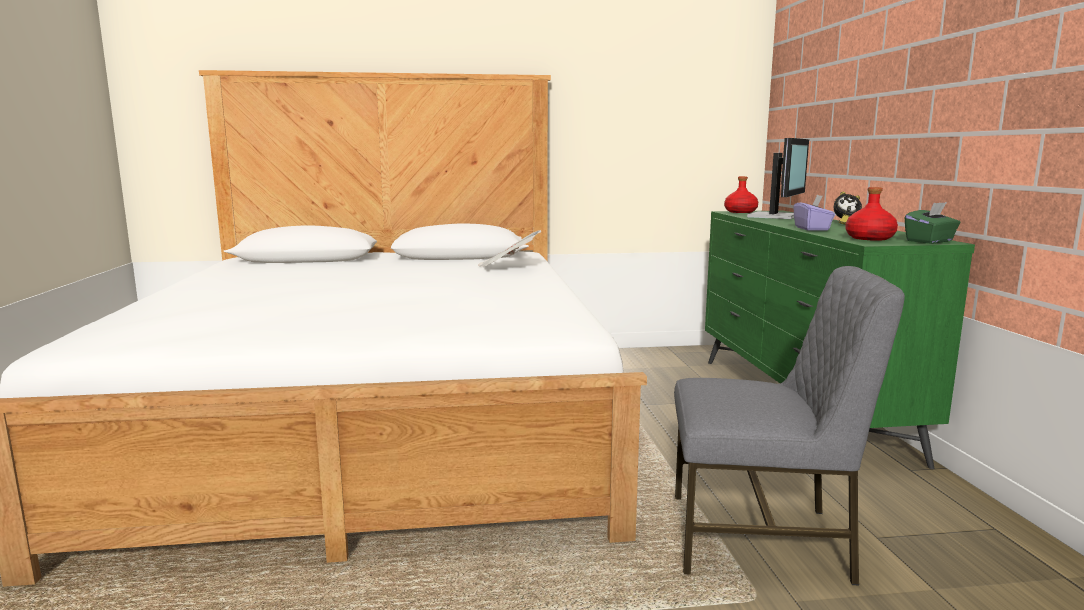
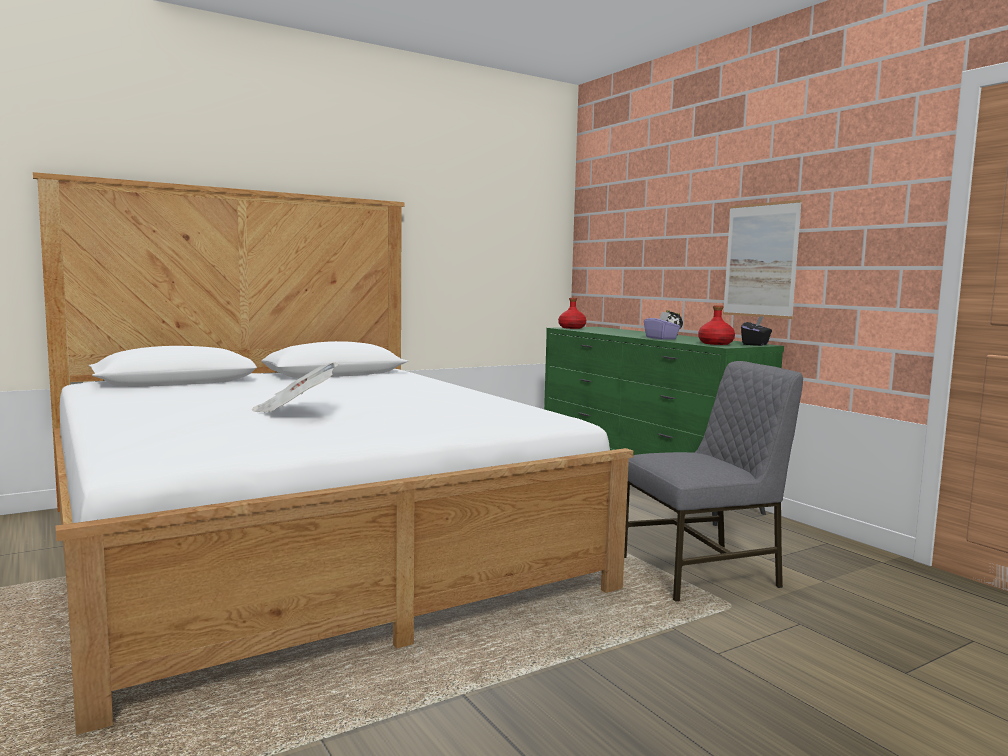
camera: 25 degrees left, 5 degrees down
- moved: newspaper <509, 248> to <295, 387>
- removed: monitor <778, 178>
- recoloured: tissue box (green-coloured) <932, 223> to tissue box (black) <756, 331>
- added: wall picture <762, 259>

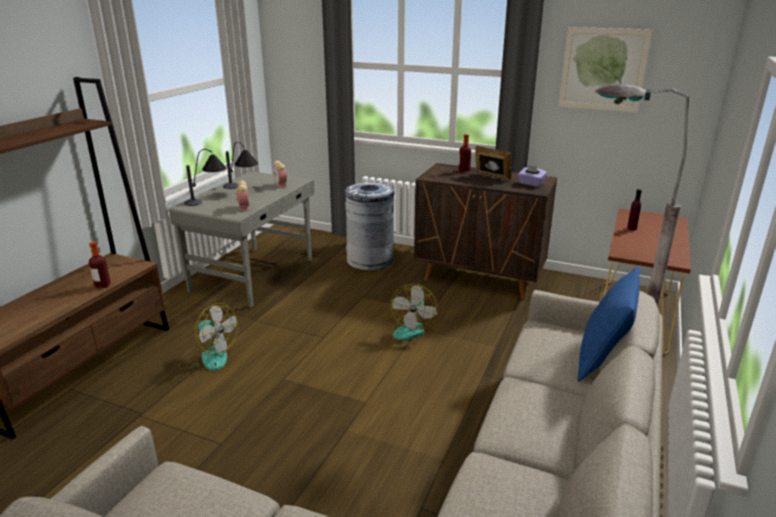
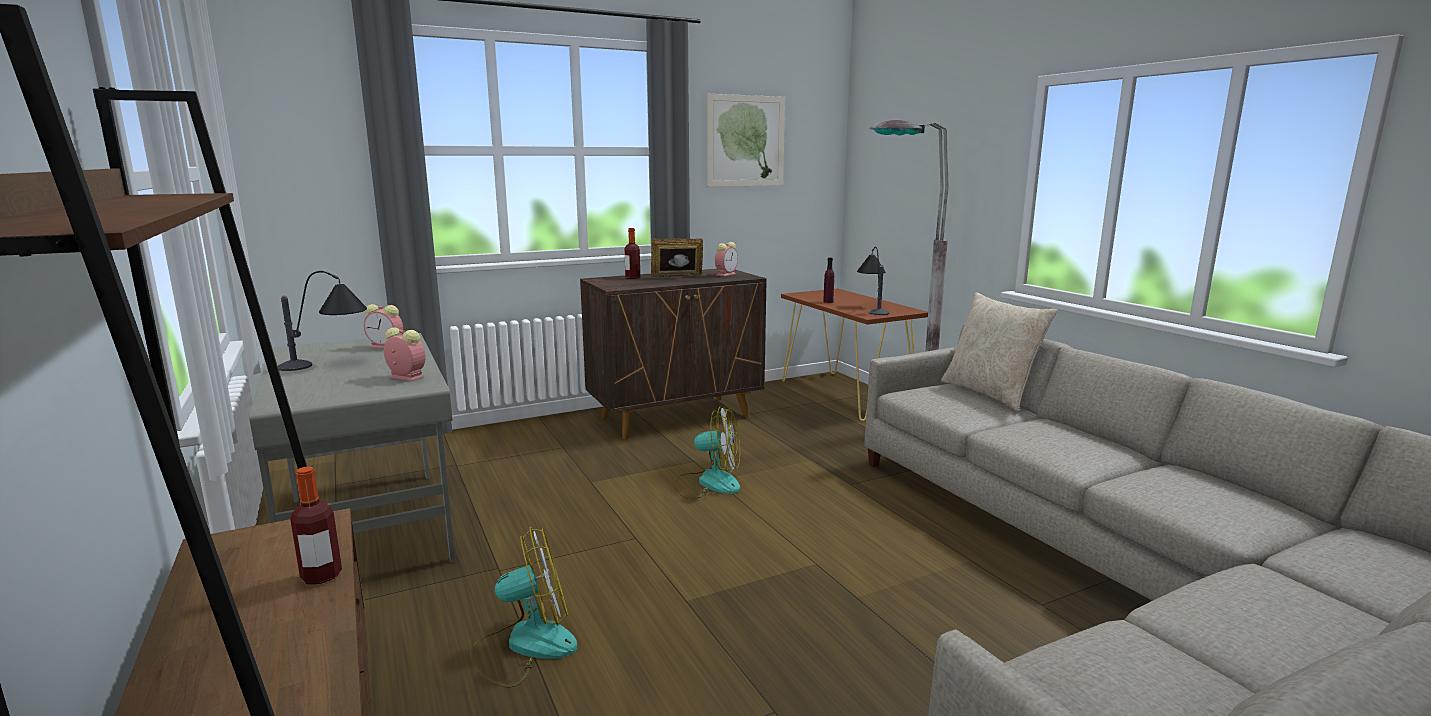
camera: 50 degrees left, 10 degrees down
- moved: lamp for a table <205, 177> to <873, 281>
- removed: rubbish bin (greyish) <370, 226>
- turned: fan <412, 312> = <707, 452> 45 degrees counterclockwise
- replaced: tissue box (purple-coloured) <532, 176> to bedside clock <726, 259>
- recoloured: throw pillow (blue-coloured) <609, 323> to throw pillow (beige-coloured) <999, 351>

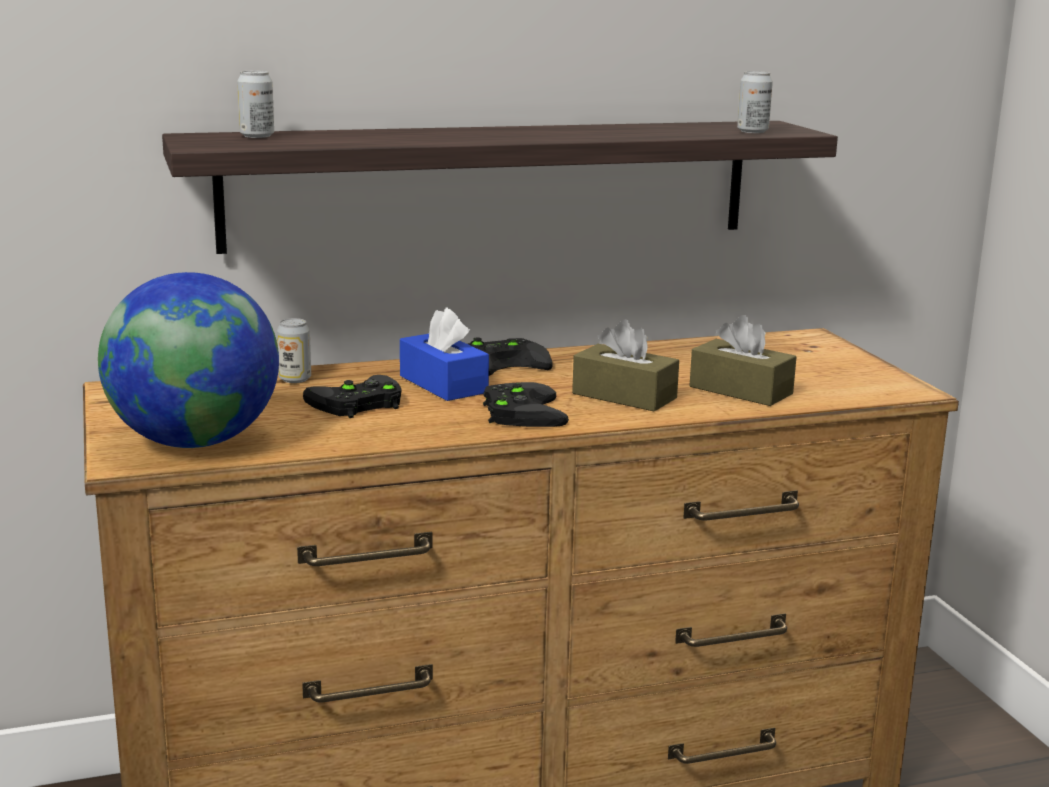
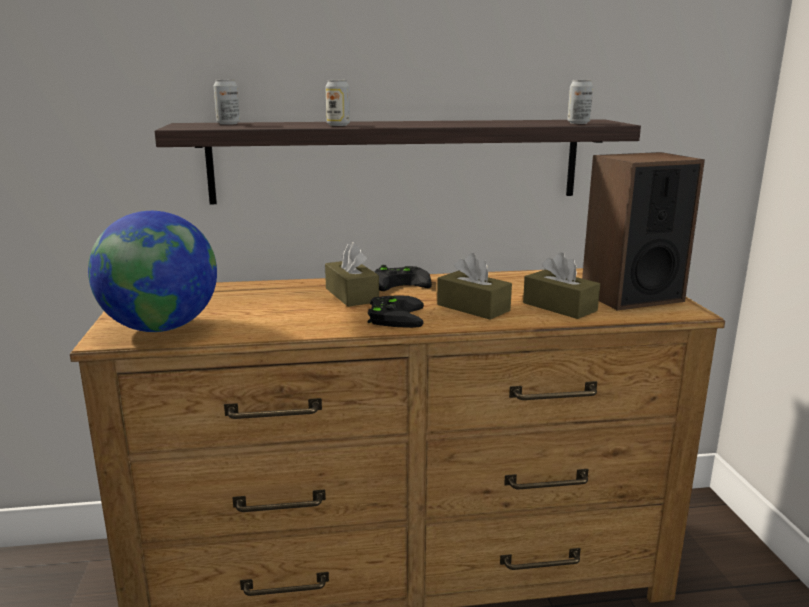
camera: 10 degrees right, 0 degrees up
- moved: sealed can <294, 350> to <337, 103>
- removed: gamepad (black) <352, 396>
- recoloured: tissue box (blue-coloured) <444, 354> to tissue box (brown) <352, 275>
- added: loudspeaker <643, 231>

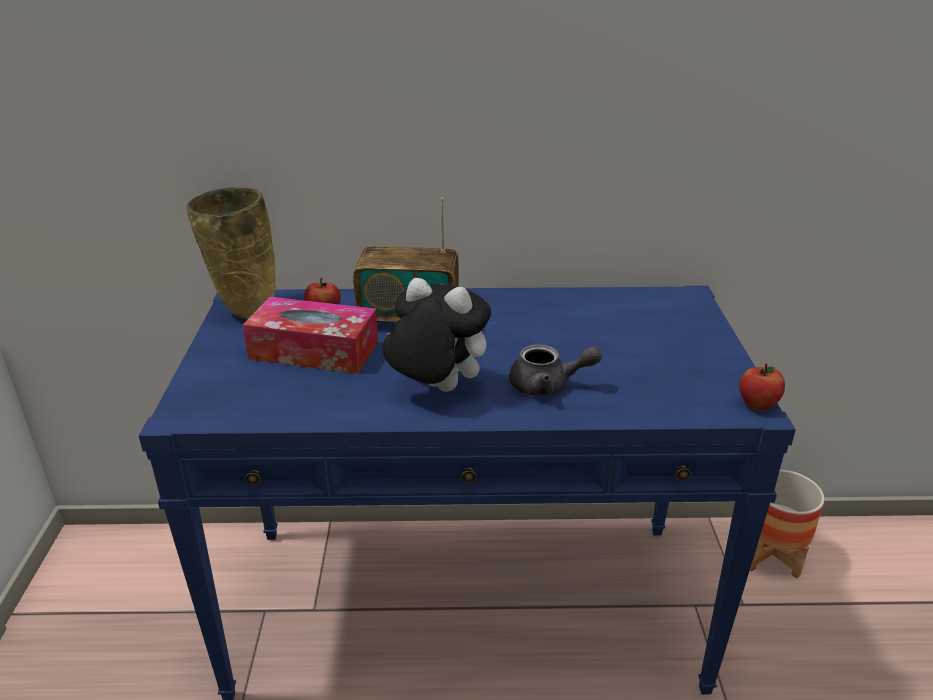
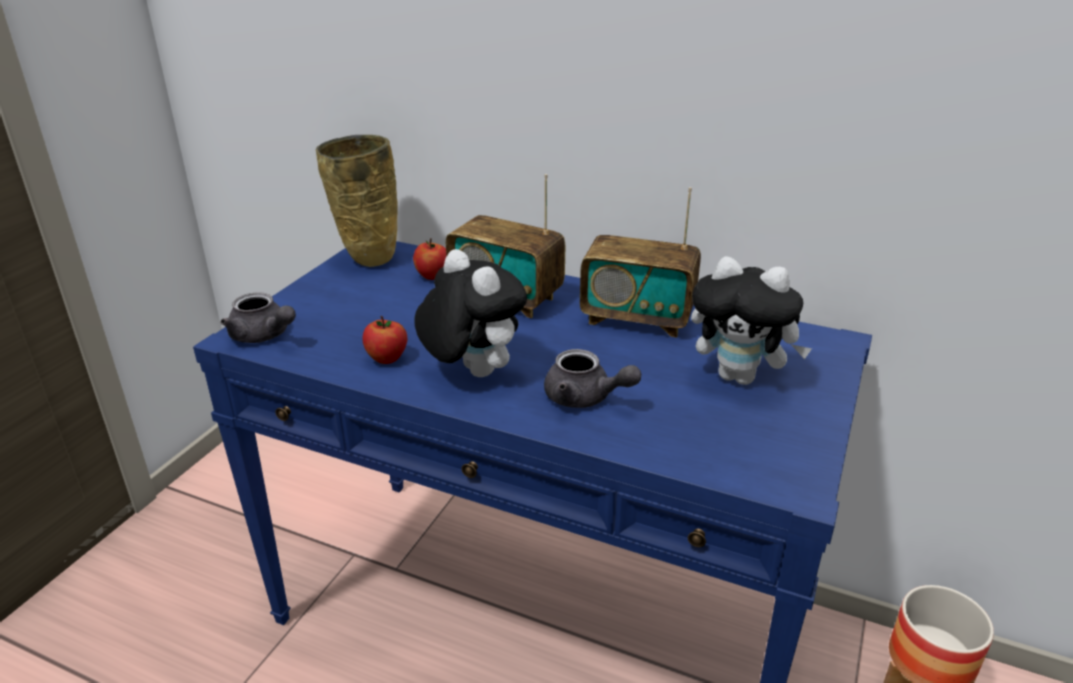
camera: 25 degrees right, 0 degrees up
- removed: tissue box <310, 335>
- moved: apple fruit <762, 387> to <385, 340>
- added: pot for tea (greyish) <258, 317>
- added: radio set <640, 262>
- added: cuddly toy <751, 320>

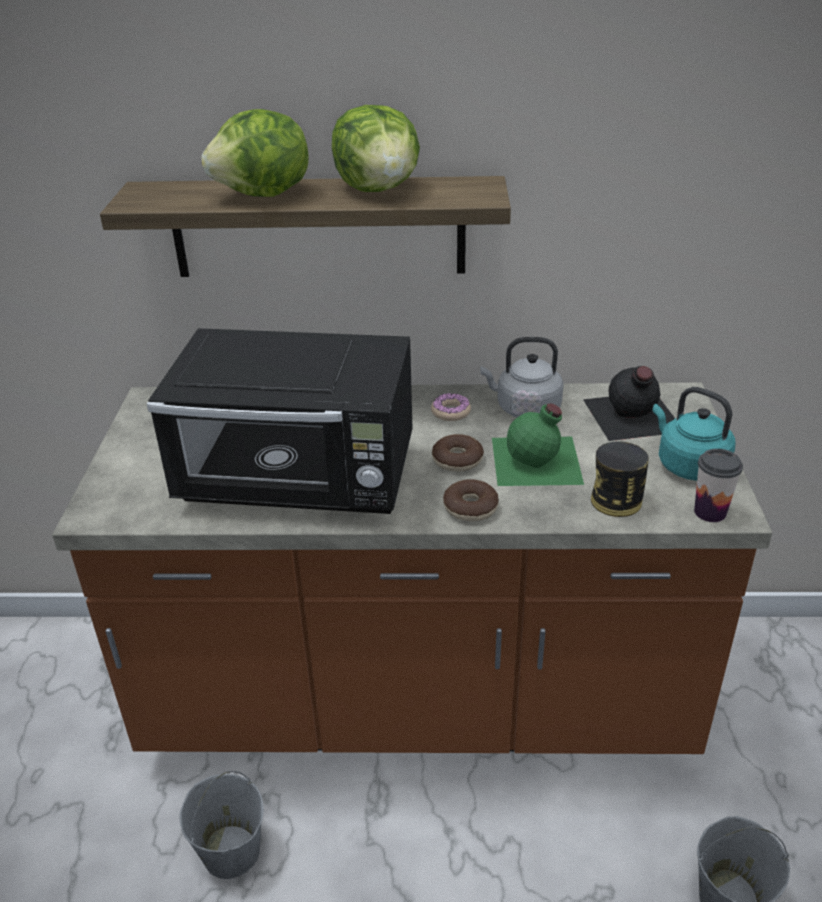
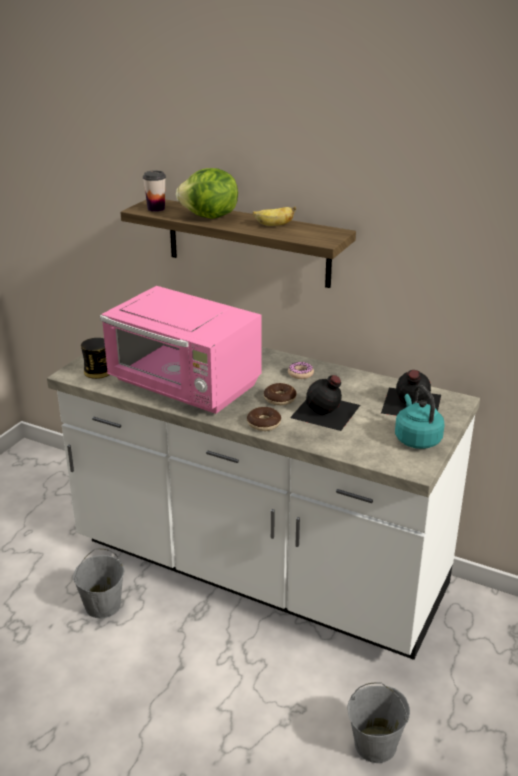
camera: 25 degrees right, 5 degrees down
- recoloured: kitchen base unit (brown) <412, 568> to kitchen base unit (white-coloured) <263, 503>
- recoloured: microwave oven (black) <279, 421> to microwave oven (pink-coloured) <181, 350>
- replaced: head of lettuce <376, 148> to whole banana <274, 216>
- removed: water kettle (greyish) <522, 377>
- recoloured: bottle (green-coloured) <538, 444> to bottle (black) <325, 403>
- moved: sealed can <620, 479> to <95, 358>
- moved: small cup <718, 485> to <154, 191>

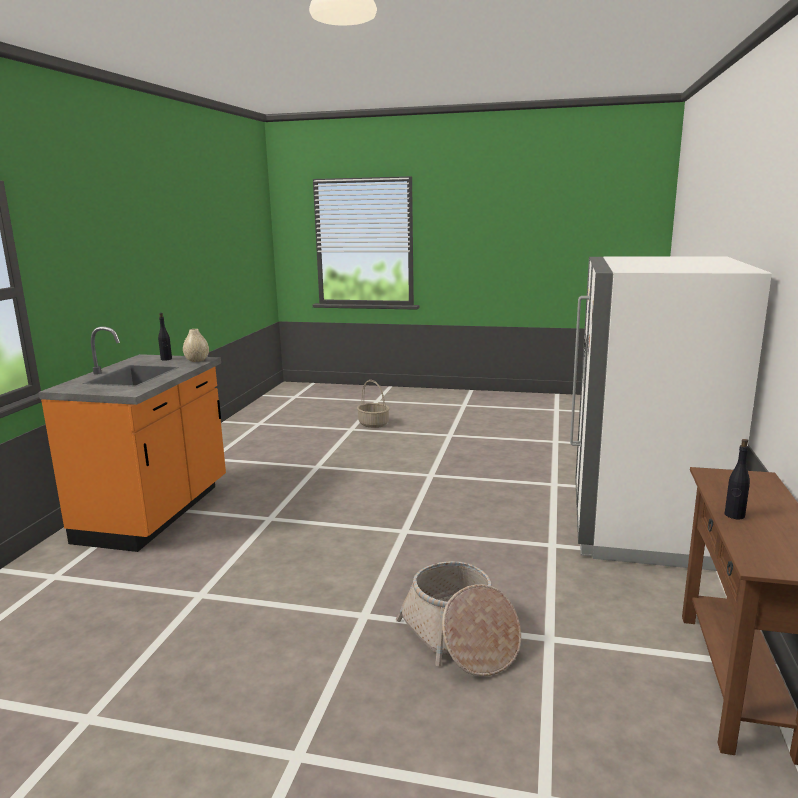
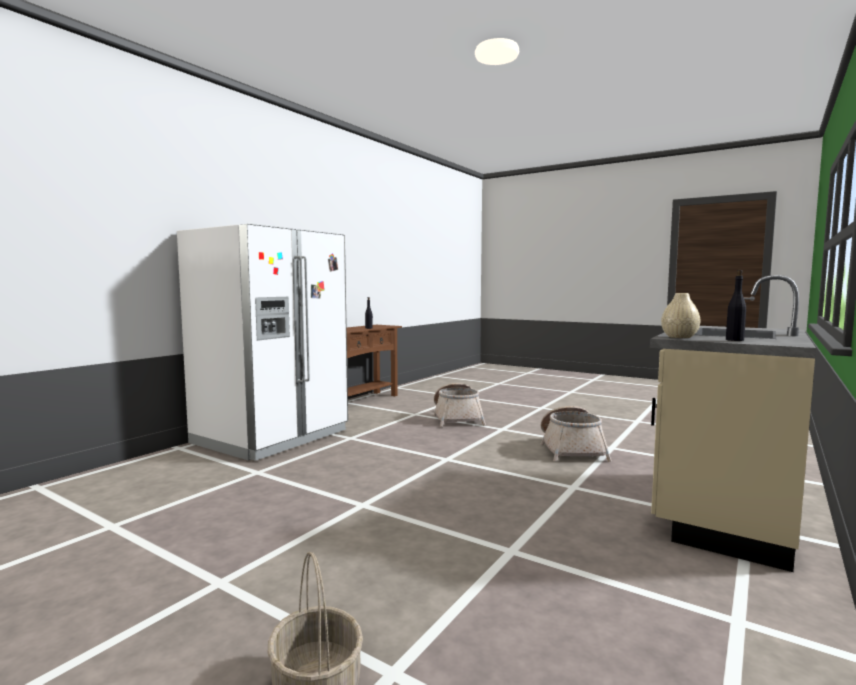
camera: 160 degrees left, 10 degrees down
- recoloured: kitchen base unit (orangey) <132, 439> to kitchen base unit (beige-coloured) <733, 423>
- added: household basket <576, 434>

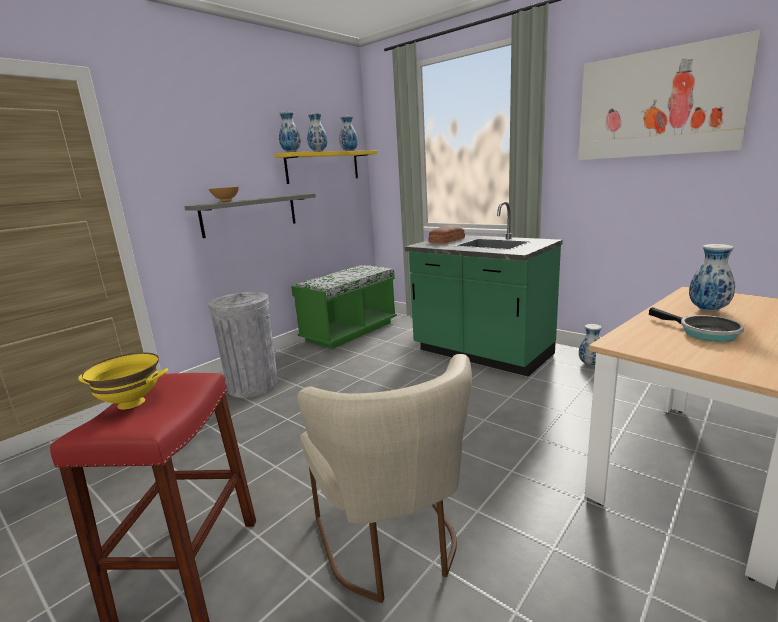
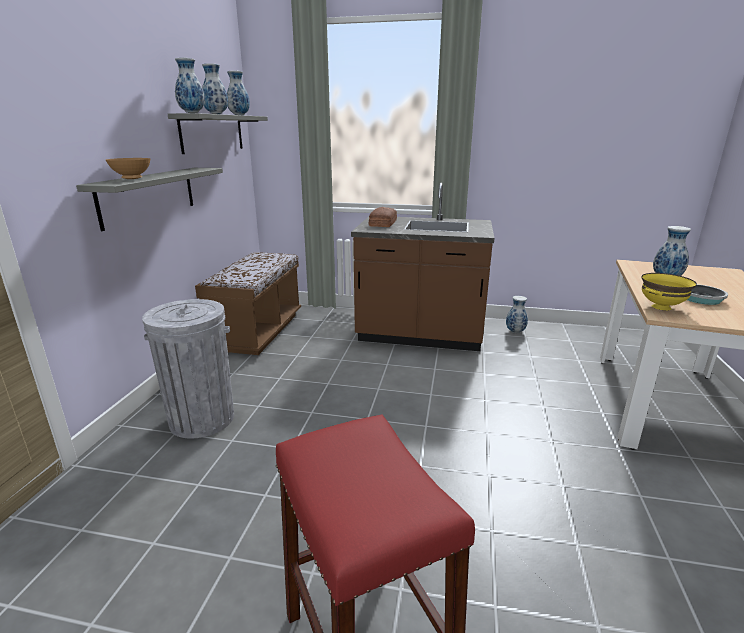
camera: 30 degrees left, 5 degrees up
- moved: bowl (yellowish) <123, 381> to <669, 292>
- recoloured: shelf (yellowish) <326, 167> to shelf (greyish) <218, 133>
- recoloured: bench (green-coloured) <344, 307> to bench (brown) <248, 303>
- removed: chair (beige-coloured) <384, 478>
- recoloured: kitchen base unit (green-coloured) <484, 289> to kitchen base unit (brown) <422, 267>
- removed: wall picture <669, 95>

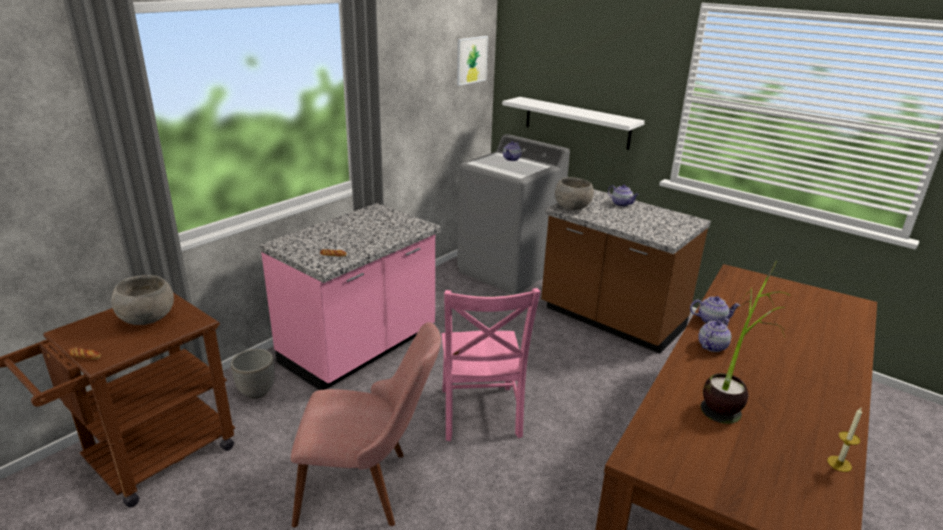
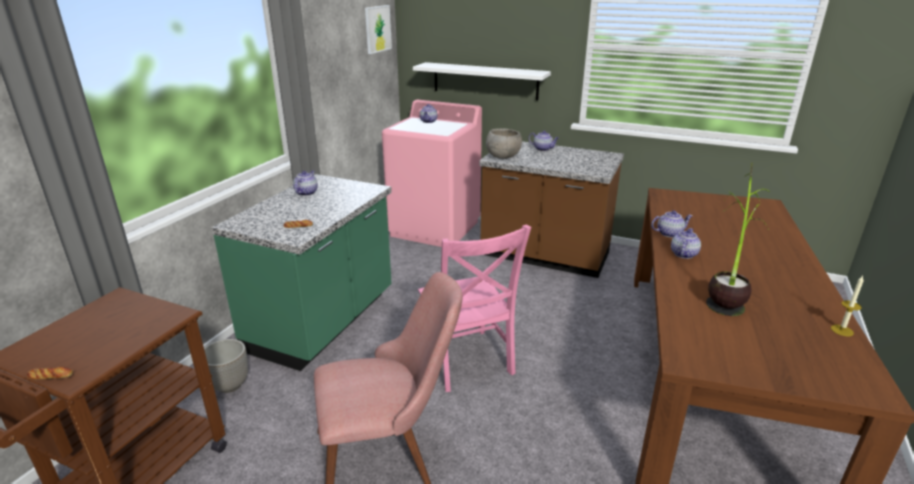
camera: 15 degrees left, 0 degrees up
- removed: bowl (greyish) <142, 300>
- recoloured: kitchen base unit (pink-coloured) <350, 296> to kitchen base unit (green-coloured) <301, 272>
- recoloured: washing machine (greyish) <513, 214> to washing machine (pink-coloured) <432, 173>
- added: pot for tea <305, 183>

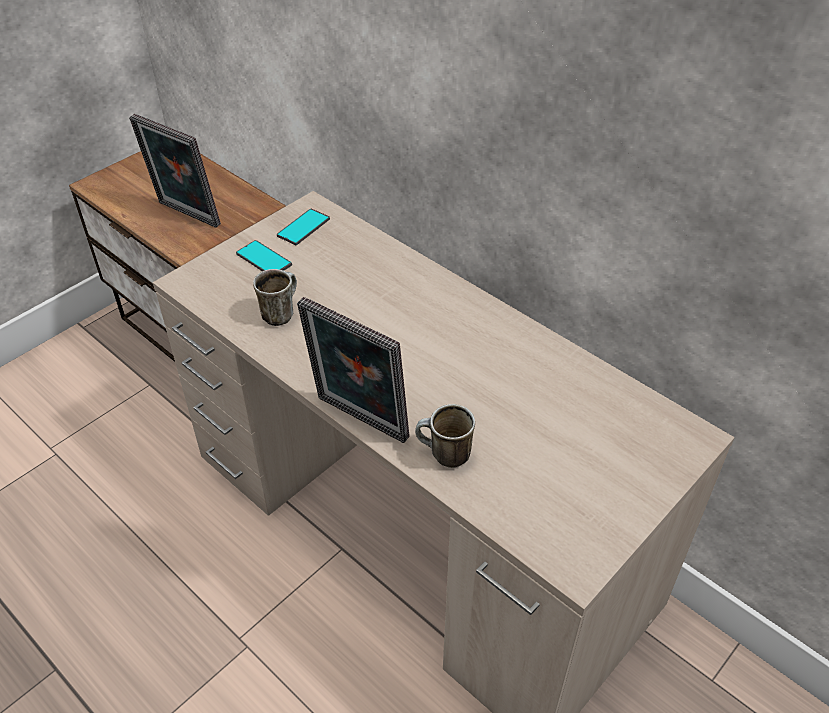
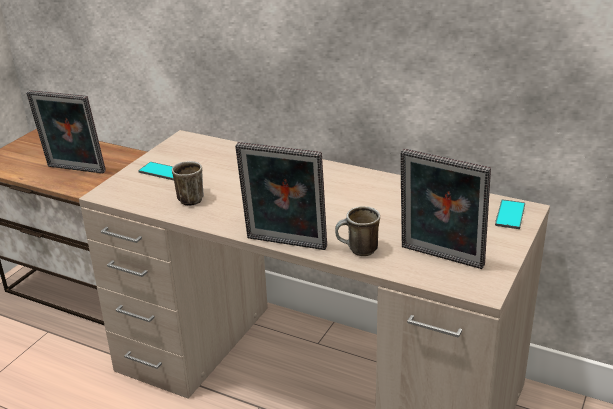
camera: 15 degrees left, 15 degrees down
- moved: telephone <303, 227> to <510, 214>
- added: standing frame <445, 209>

